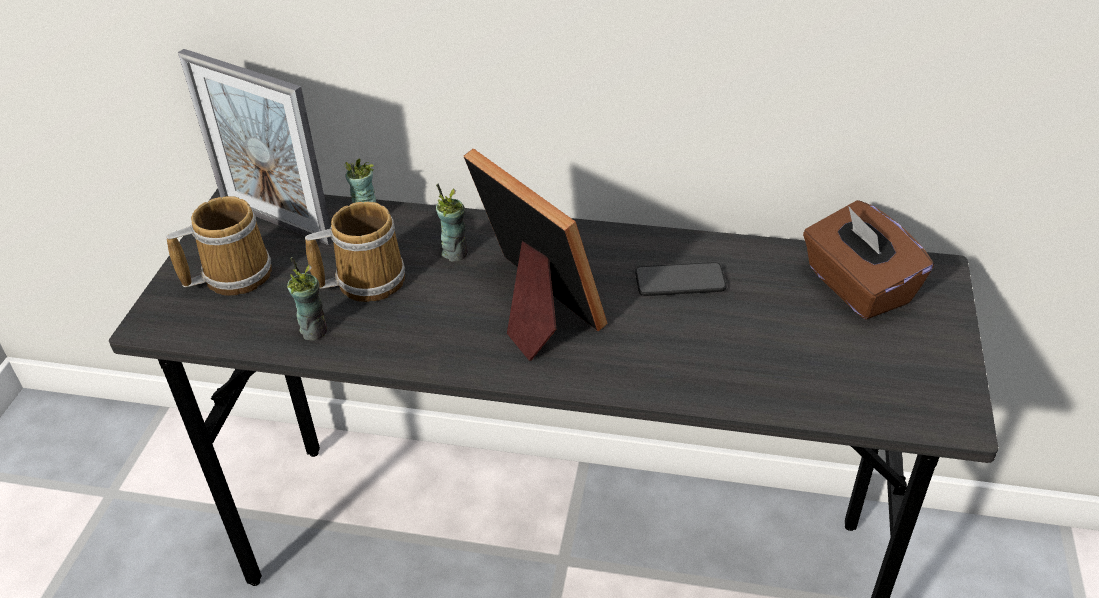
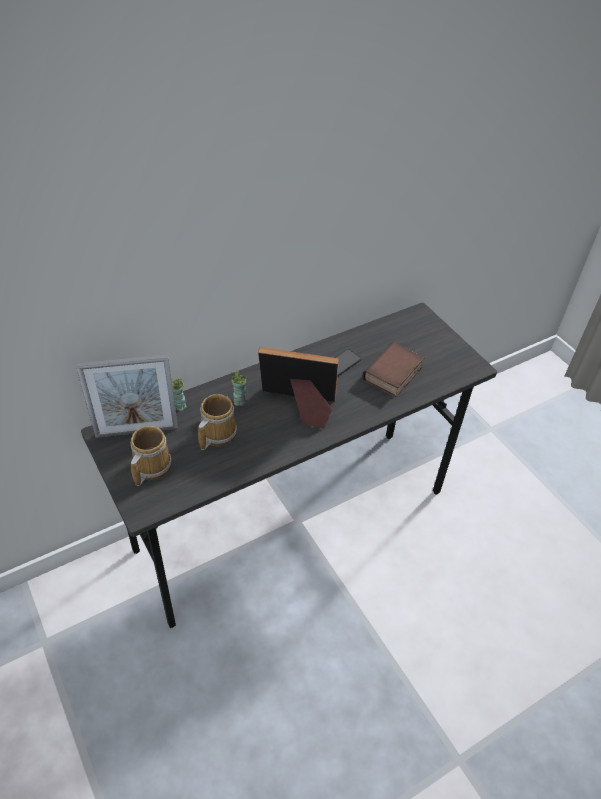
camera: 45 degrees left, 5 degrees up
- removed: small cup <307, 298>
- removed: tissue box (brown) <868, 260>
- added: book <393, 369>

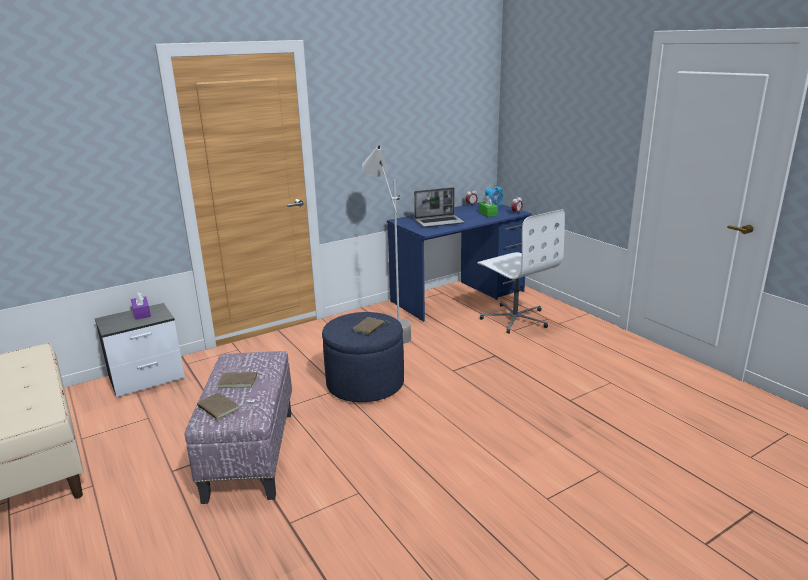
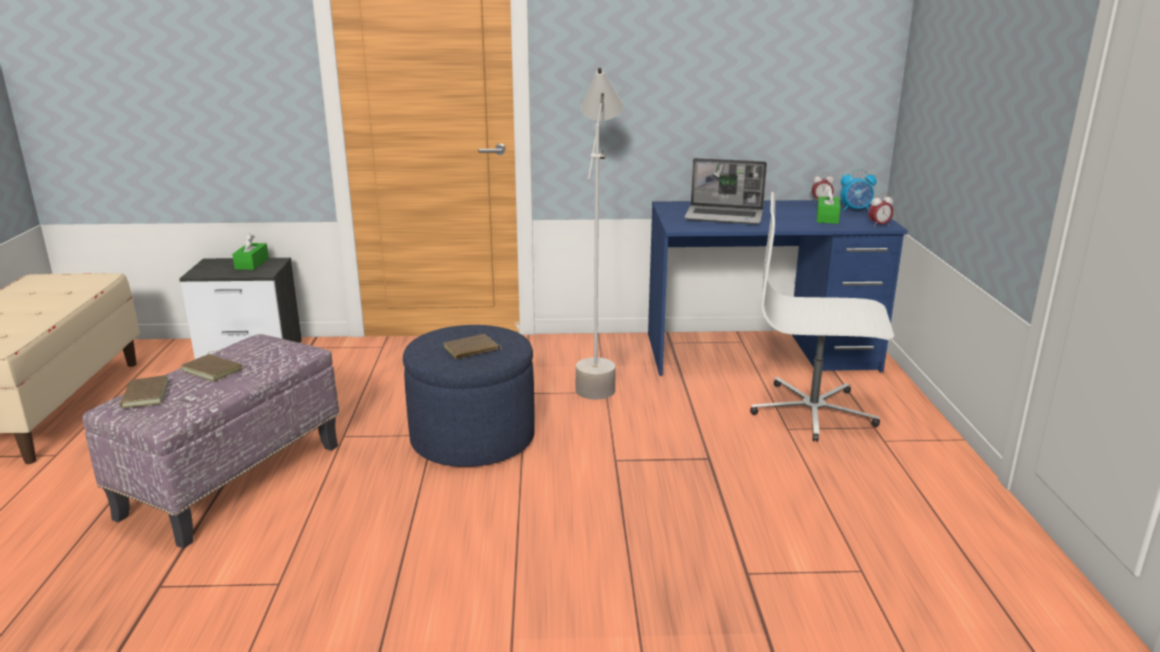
camera: 30 degrees right, 0 degrees up
- recoloured: tissue box (purple-coloured) <141, 305> to tissue box (green-coloured) <250, 251>
- turned: desk chair (white-coloured) <521, 271> = <822, 317> 105 degrees clockwise

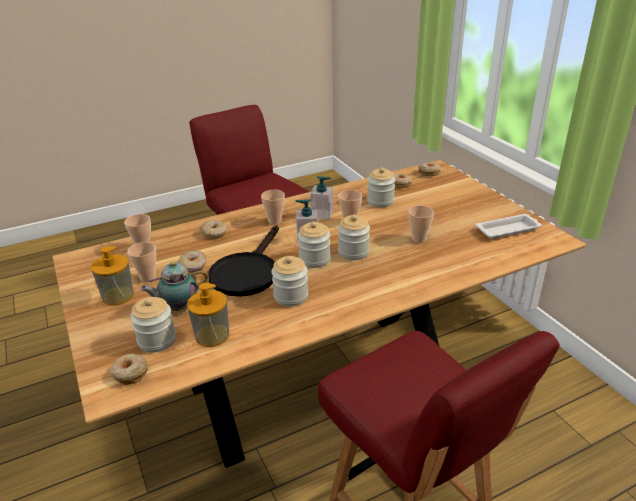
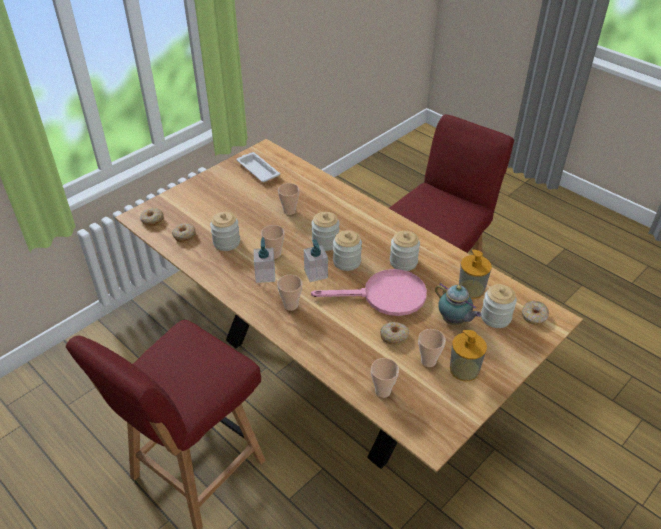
camera: 110 degrees left, 10 degrees up
- removed: donut <213, 229>
- recoloured: frying pan (black) <243, 261> to frying pan (pink-coloured) <369, 292>

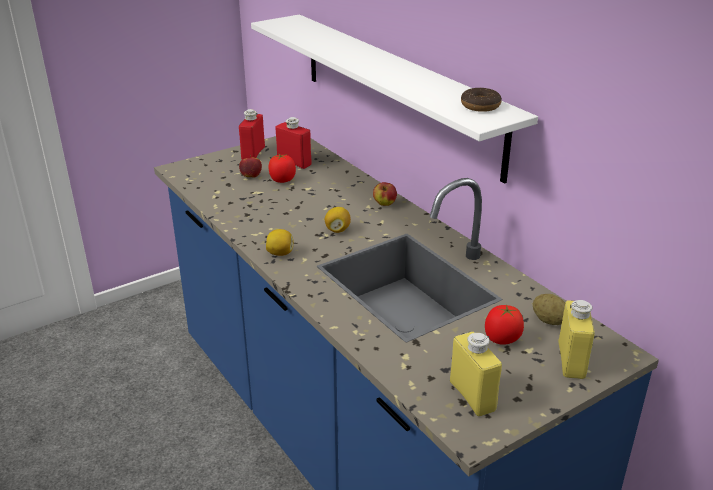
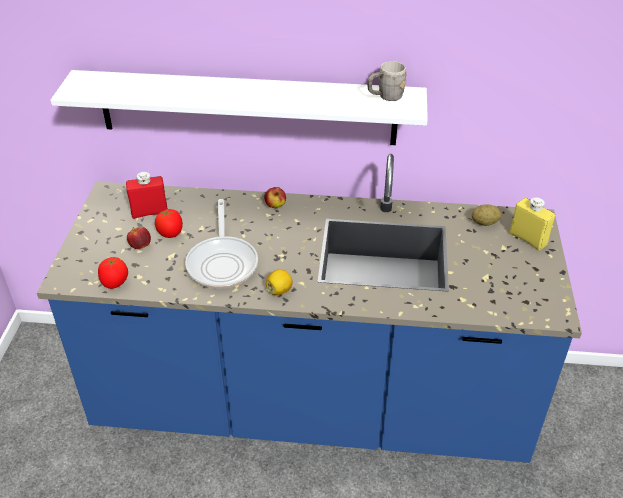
camera: 50 degrees left, 10 degrees up
- removed: bottle (red) <252, 134>
- removed: lemon <338, 220>
- removed: bottle (yellowish) <476, 374>
- replaced: donut <481, 100> to tea mug (greyish) <387, 81>
- moved: tomato <504, 325> to <113, 273>
- added: frying pan <221, 243>

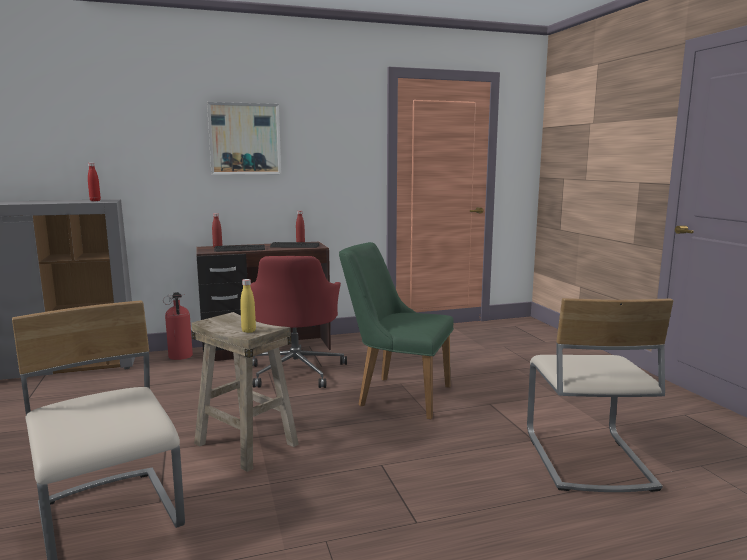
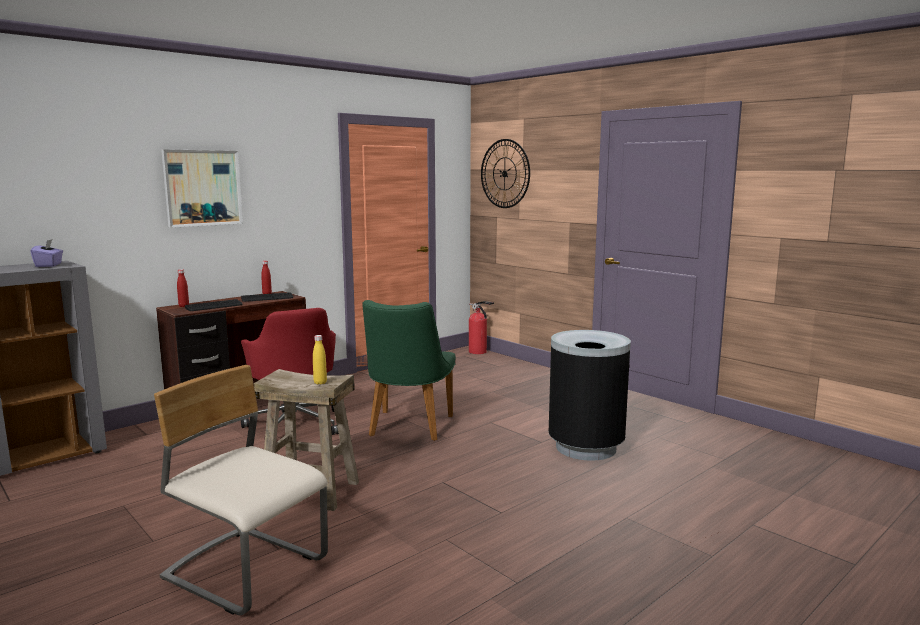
camera: 25 degrees left, 0 degrees up
- replaced: bottle (red) <94, 182> to tissue box (purple-coloured) <46, 253>
- moved: fire extinguisher <178, 326> to <481, 327>
- turned: chair (green-coloured) <396, 331> = <409, 370> 75 degrees counterclockwise
- replaced: chair (beige-coloured) <600, 395> to rubbish bin (black) <589, 395>
- added: clock on the wall <505, 173>

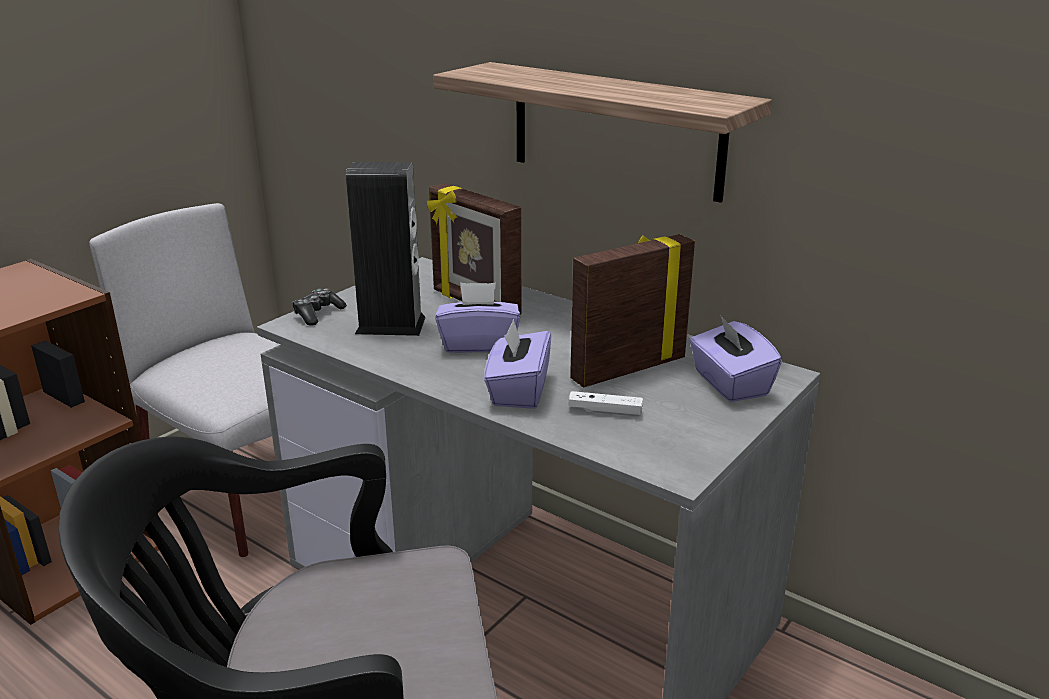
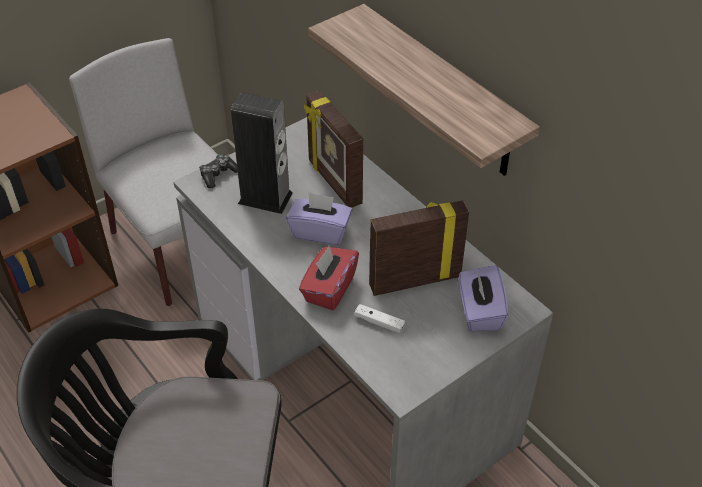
camera: 15 degrees right, 20 degrees up
- recoloured: tissue box (purple-coloured) <517, 364> to tissue box (red) <329, 278>

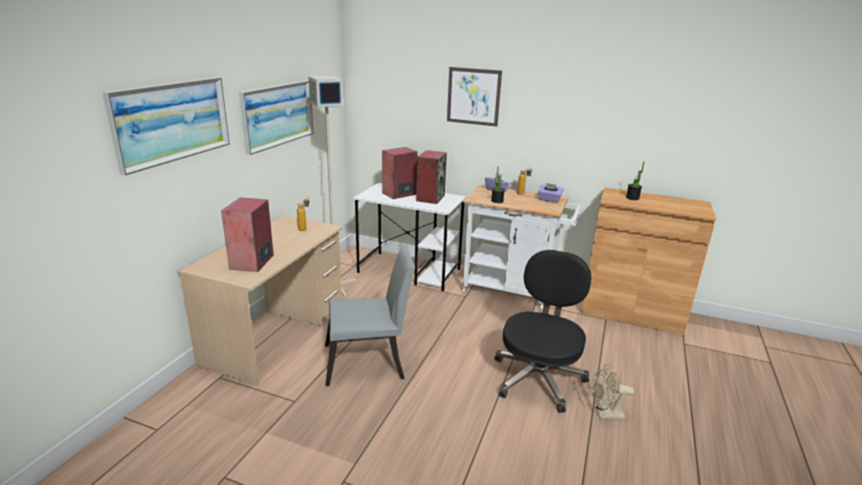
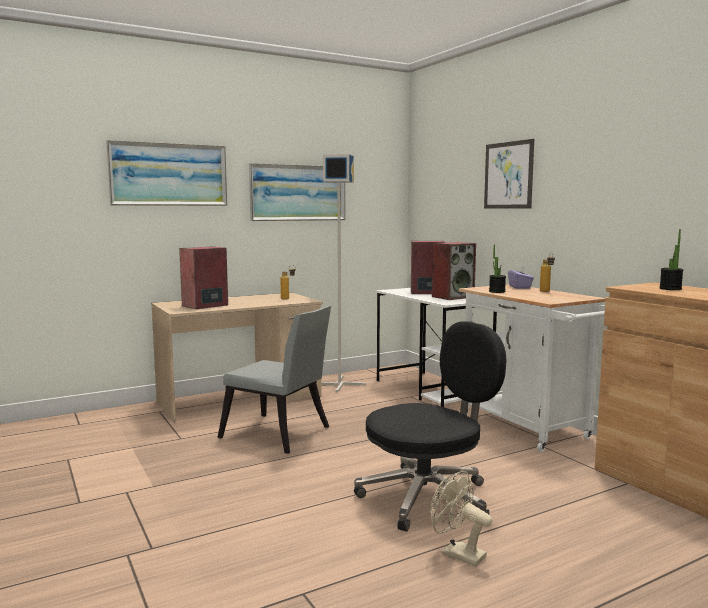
camera: 40 degrees right, 15 degrees down
- removed: tissue box (purple-coloured) <551, 193>

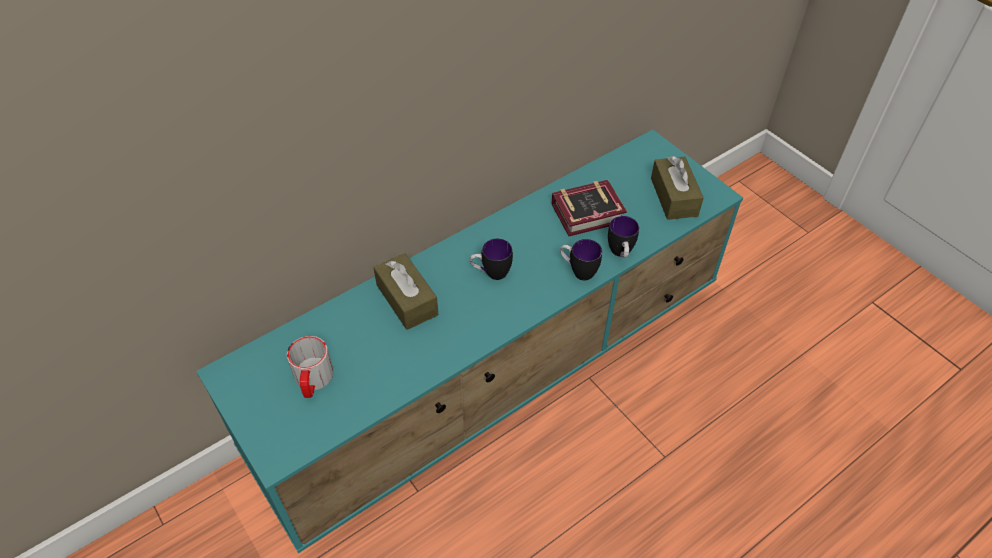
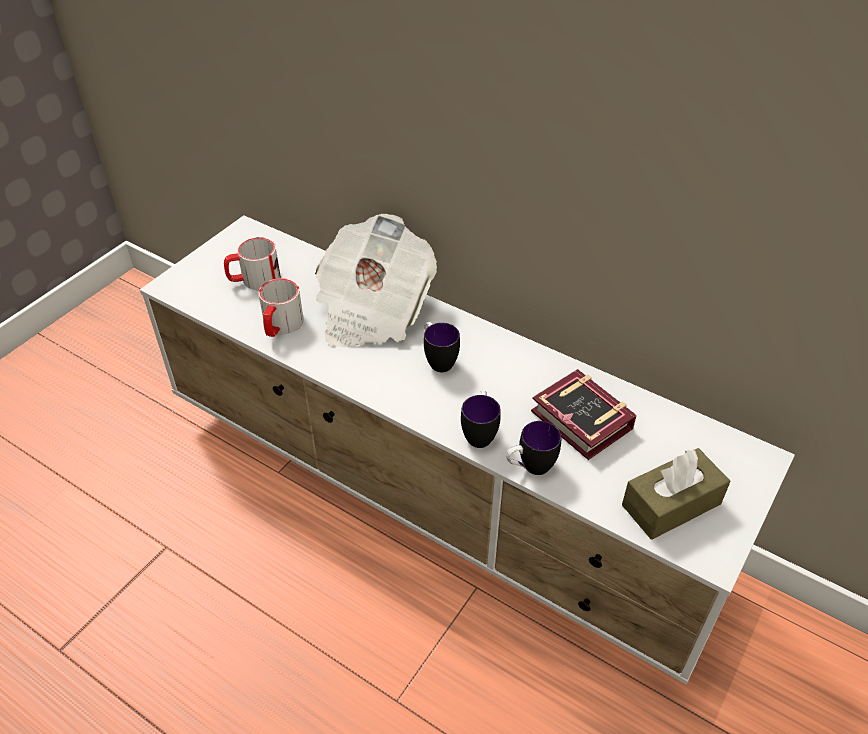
camera: 70 degrees right, 5 degrees down
- recoloured: tv stand (blue-green) <469, 341> to tv stand (white-coloured) <467, 449>
- replaced: tissue box (brown) <405, 291> to newspaper <376, 280>
- added: tea mug <281, 307>

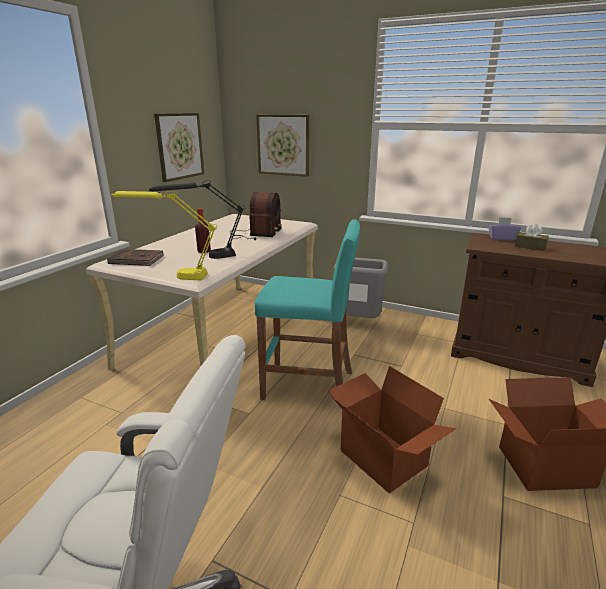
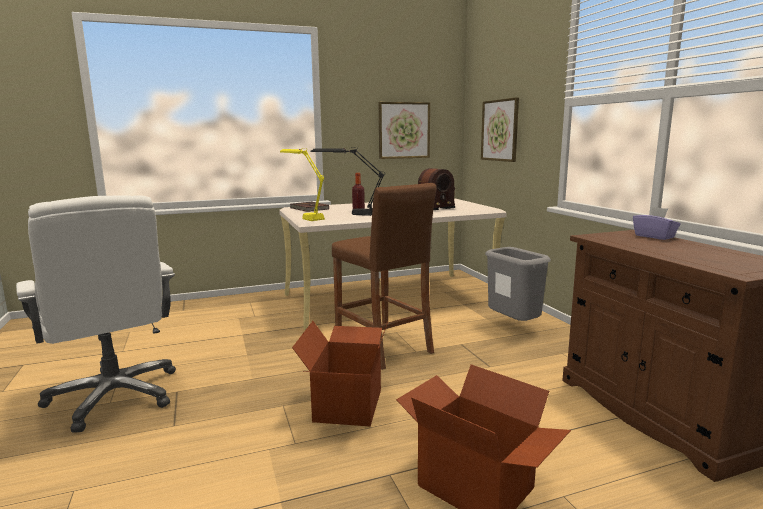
camera: 45 degrees right, 10 degrees down
- recoloured: sitting stool (blue-green) <307, 309> to sitting stool (brown) <384, 276>
- removed: tissue box (brown) <532, 237>

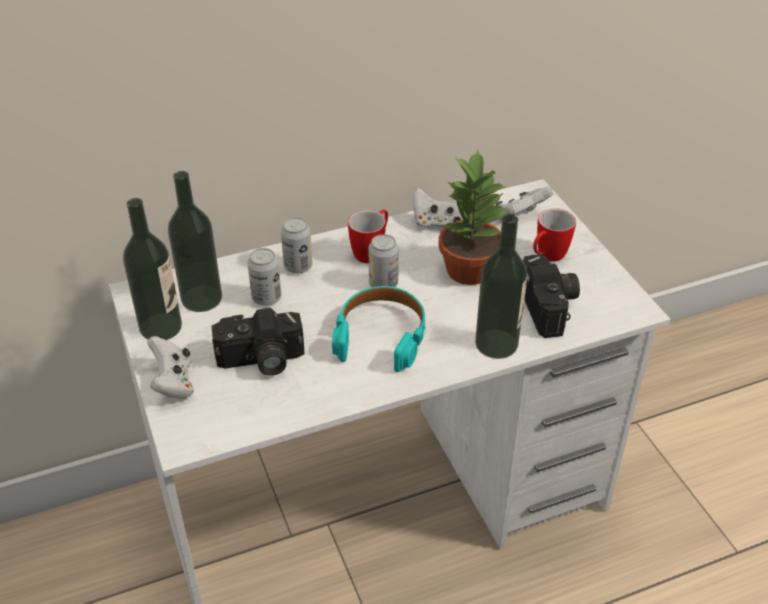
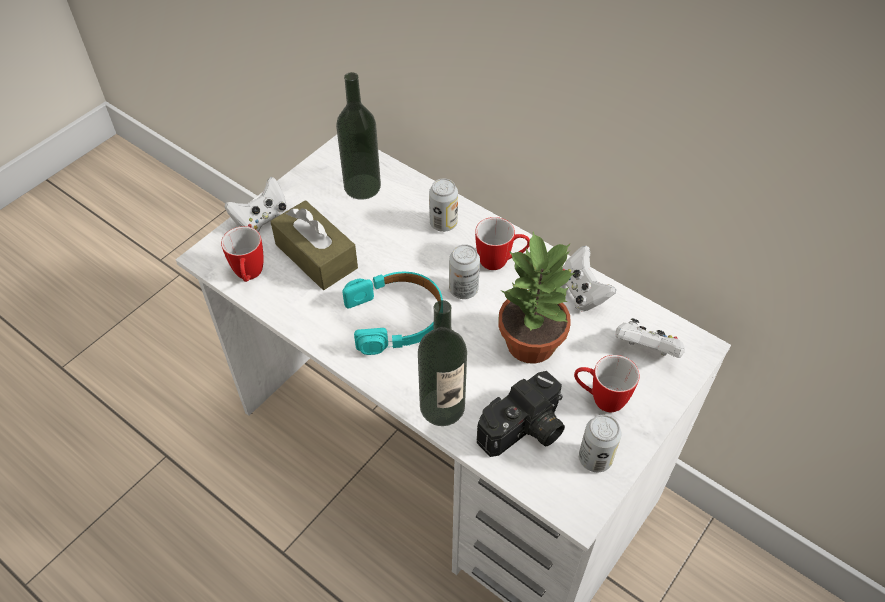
camera: 60 degrees right, 10 degrees up
- removed: bottle <152, 269>
- replaced: still camera <257, 342> to tissue box (brown) <314, 245>
- moved: sealed can <264, 277> to <600, 443>
- added: tea mug <242, 254>

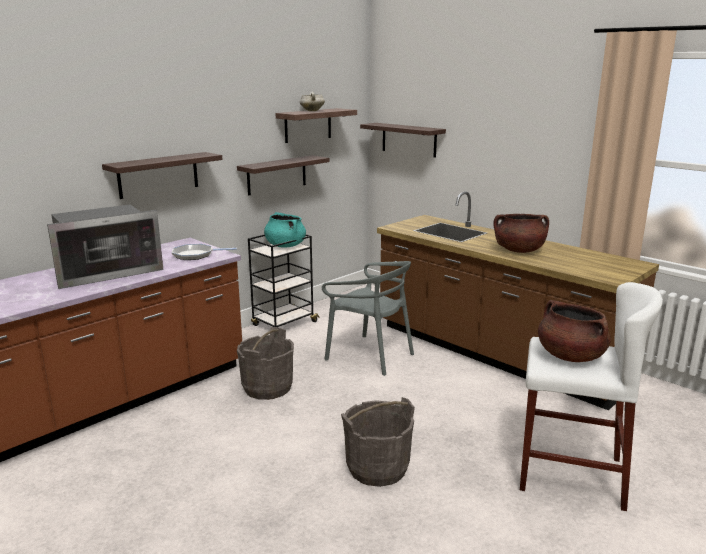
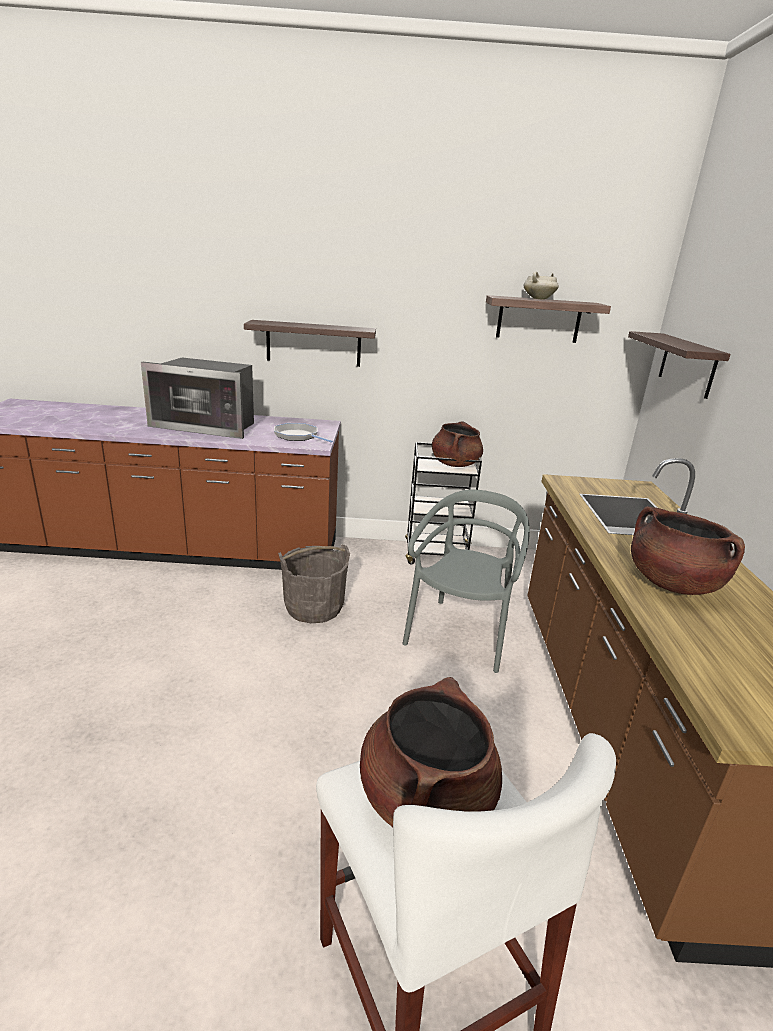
camera: 45 degrees right, 5 degrees up
- removed: shelf <283, 175>
- recoloured: stockpot (blue-green) <285, 230> to stockpot (brown) <457, 444>
- turned: chair (greyish) <368, 318> = <466, 581> 150 degrees counterclockwise
- removed: water bucket (greyish) <378, 442>

